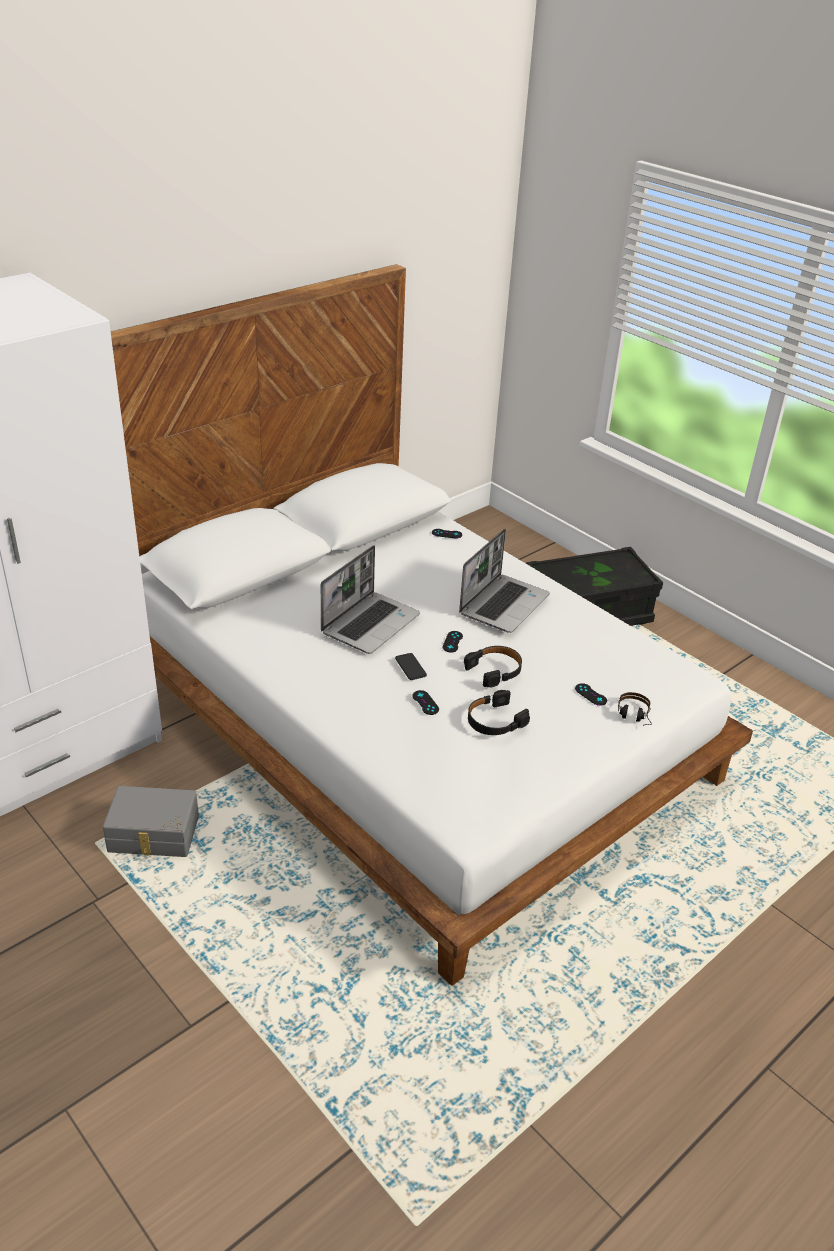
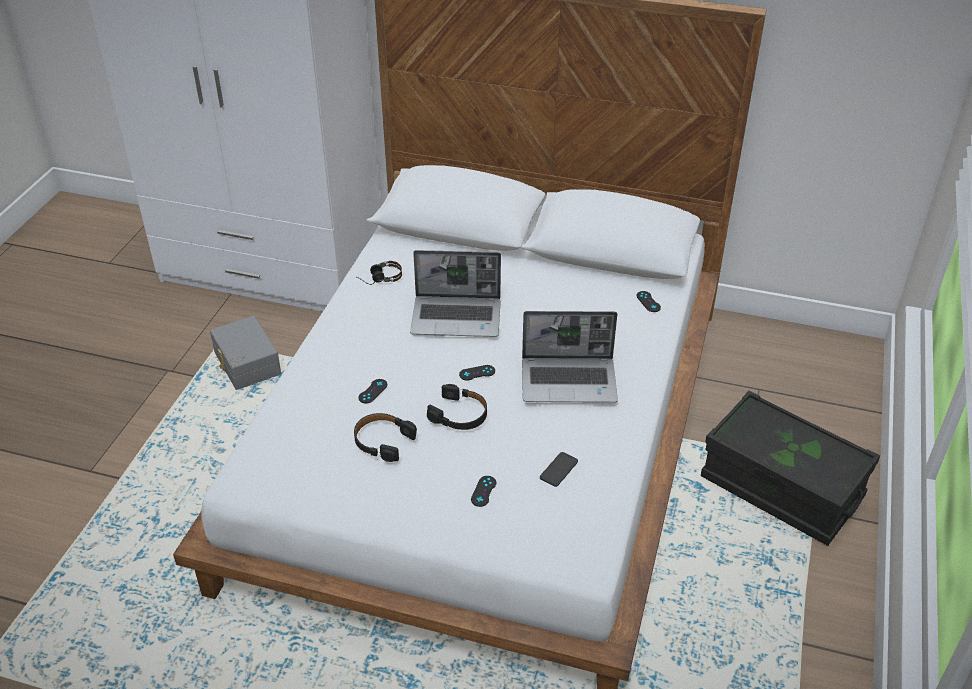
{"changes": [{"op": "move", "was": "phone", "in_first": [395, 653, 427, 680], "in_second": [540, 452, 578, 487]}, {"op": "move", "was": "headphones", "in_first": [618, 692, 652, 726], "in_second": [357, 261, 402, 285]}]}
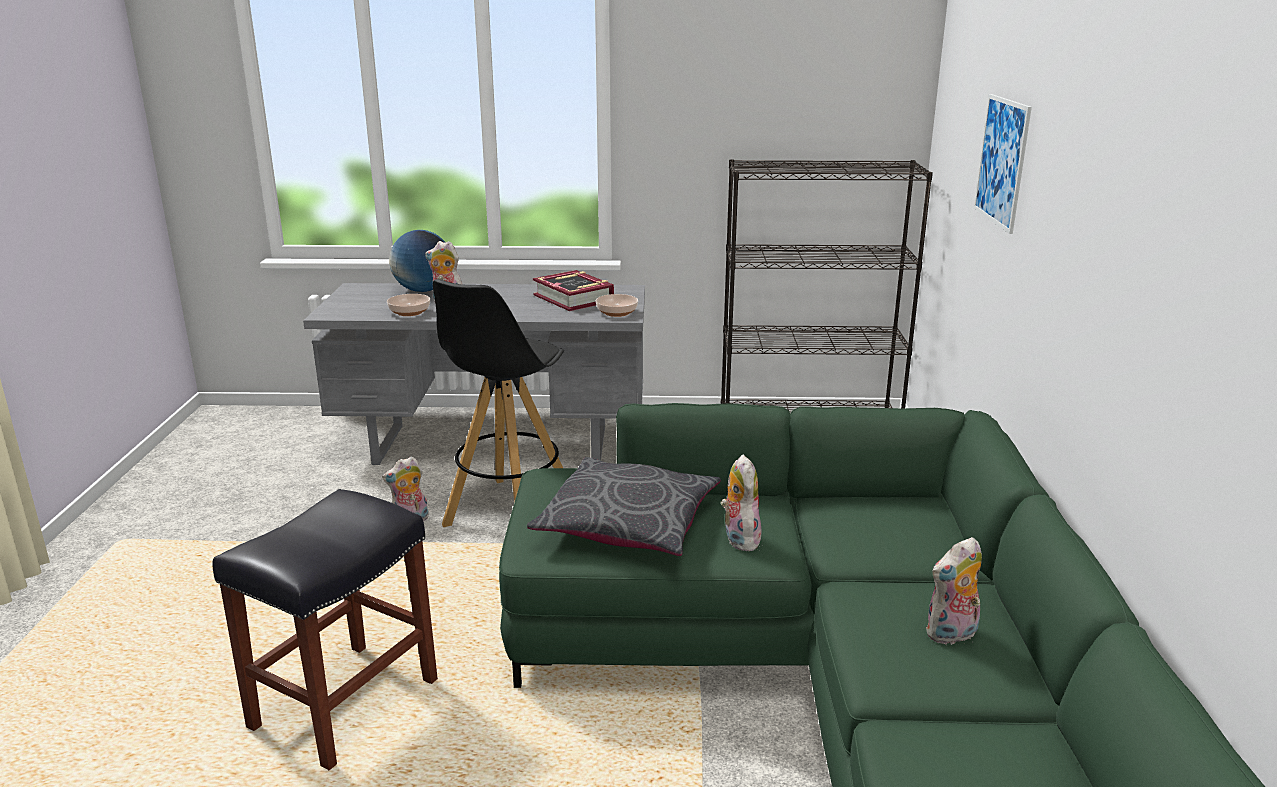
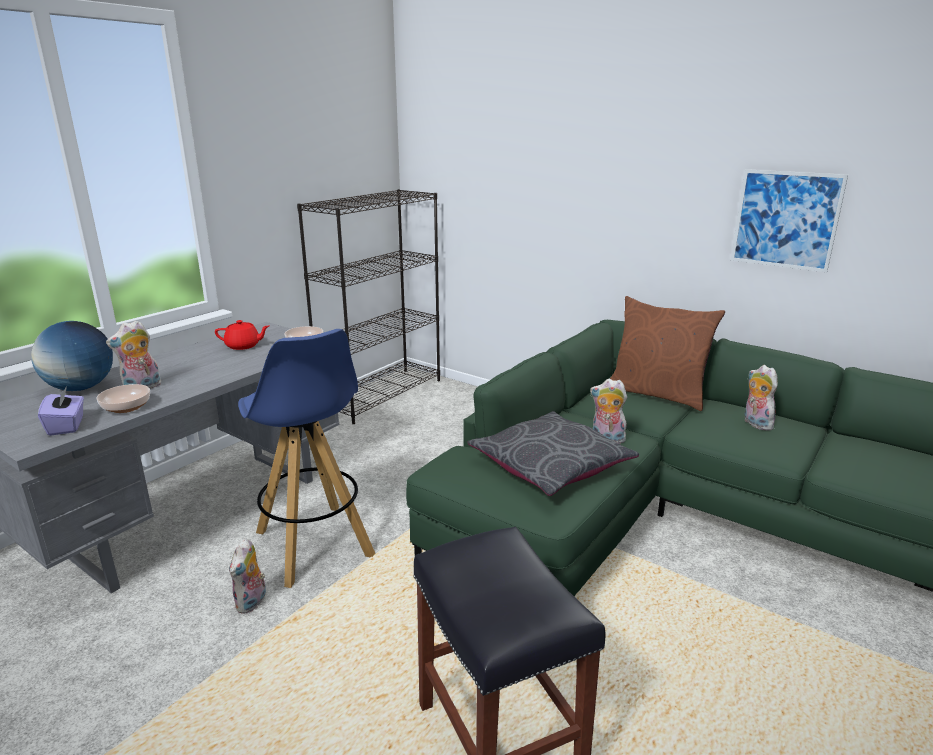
{"changes": [{"op": "move", "was": "picture", "in_first": [973, 94, 1032, 234], "in_second": [731, 169, 848, 272]}, {"op": "replace", "was": "book", "now": "red teapot", "in_first": [533, 270, 614, 311], "in_second": [215, 320, 269, 350]}, {"op": "recolor", "was": "black stool", "now": "blue stool", "in_first": [433, 279, 564, 527], "in_second": [238, 329, 375, 588]}, {"op": "rotate", "was": "plush toy", "in_first": [926, 537, 982, 645], "in_second": [745, 365, 778, 430], "clockwise": 150}, {"op": "insert", "now": "brown pillow", "in_second": [610, 296, 725, 411]}, {"op": "insert", "now": "purple tissue box", "in_second": [38, 386, 84, 436]}]}
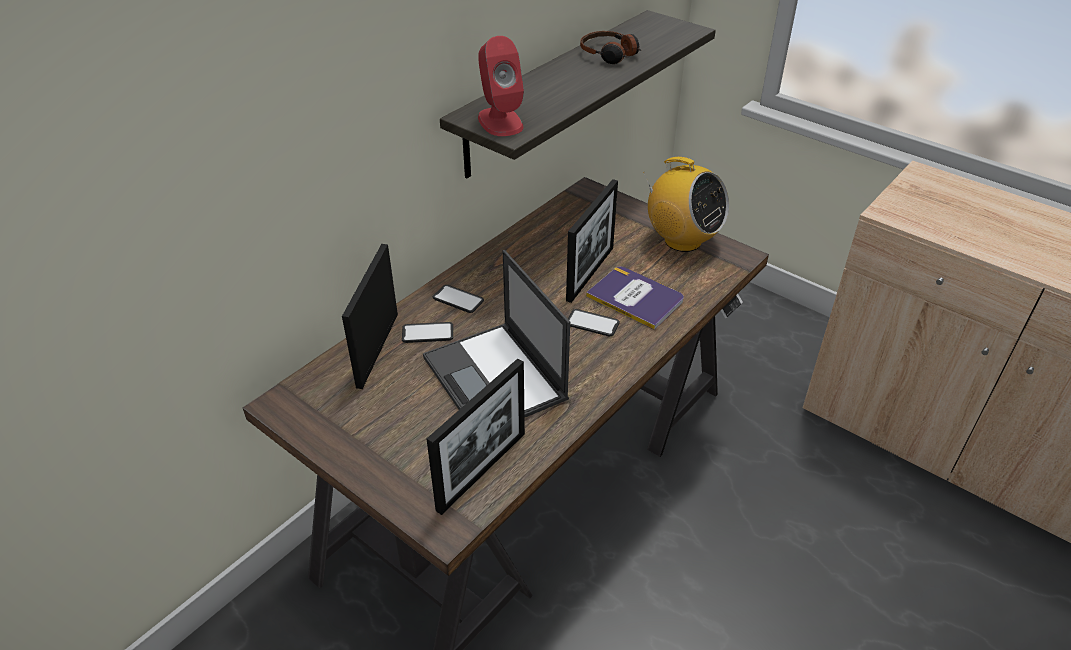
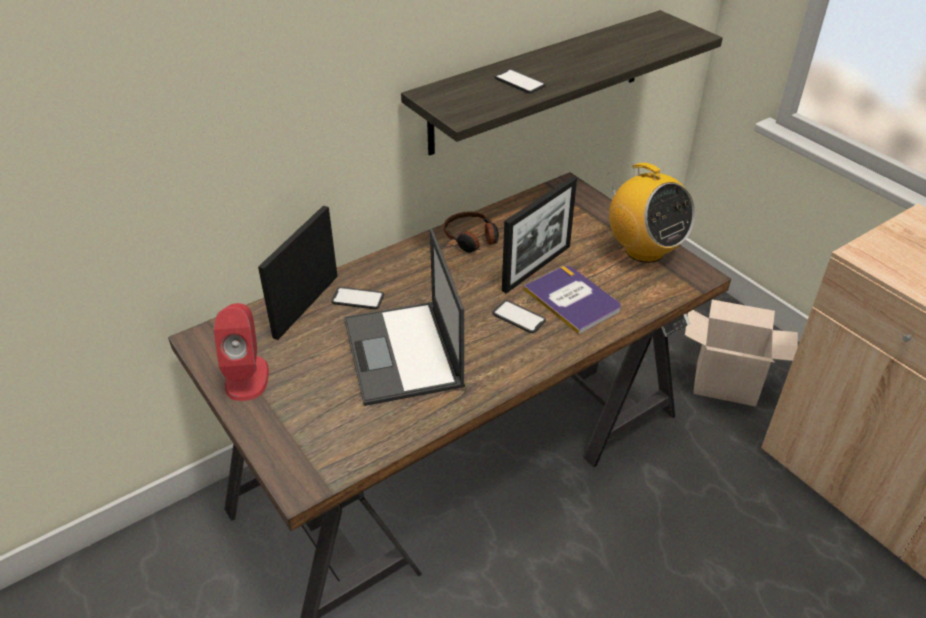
{"changes": [{"op": "move", "was": "headphones", "in_first": [580, 31, 641, 64], "in_second": [444, 211, 499, 253]}, {"op": "move", "was": "red speaker", "in_first": [478, 36, 524, 136], "in_second": [213, 303, 269, 401]}, {"op": "move", "was": "phone", "in_first": [433, 285, 484, 313], "in_second": [495, 69, 546, 93]}, {"op": "delete", "was": "picture frame", "in_first": [427, 359, 525, 515]}, {"op": "insert", "now": "cardboard box", "in_second": [685, 300, 798, 406]}]}
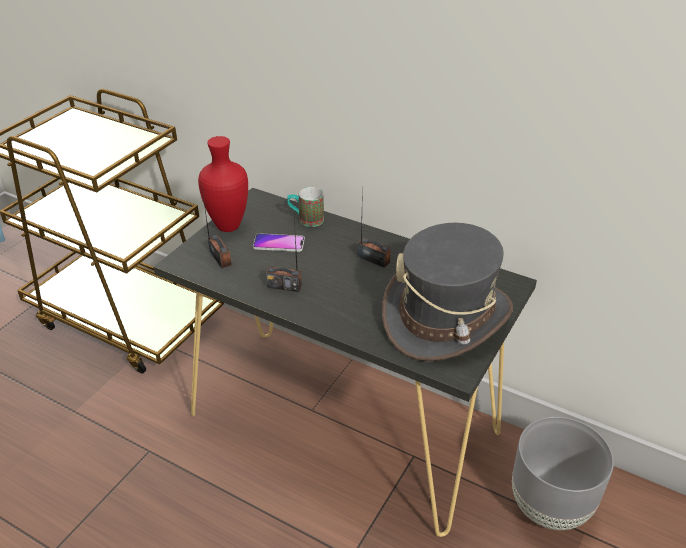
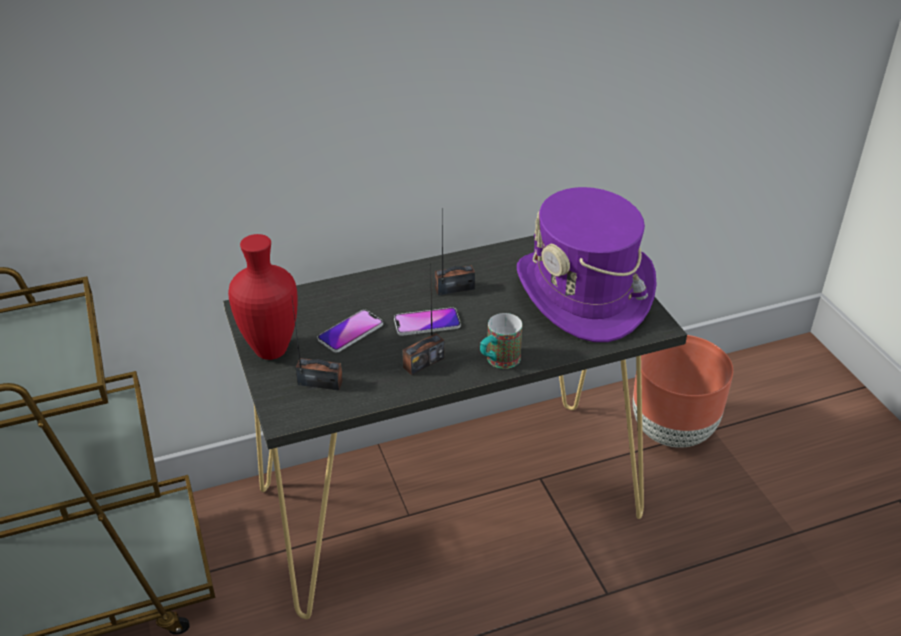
{"changes": [{"op": "move", "was": "mug", "in_first": [287, 187, 324, 227], "in_second": [480, 313, 522, 369]}, {"op": "recolor", "was": "grey hat", "now": "purple hat", "in_first": [382, 223, 513, 361], "in_second": [517, 187, 657, 342]}, {"op": "recolor", "was": "grey planter", "now": "brown planter", "in_first": [512, 416, 614, 530], "in_second": [633, 335, 733, 448]}, {"op": "insert", "now": "phone", "in_second": [394, 307, 461, 336]}]}
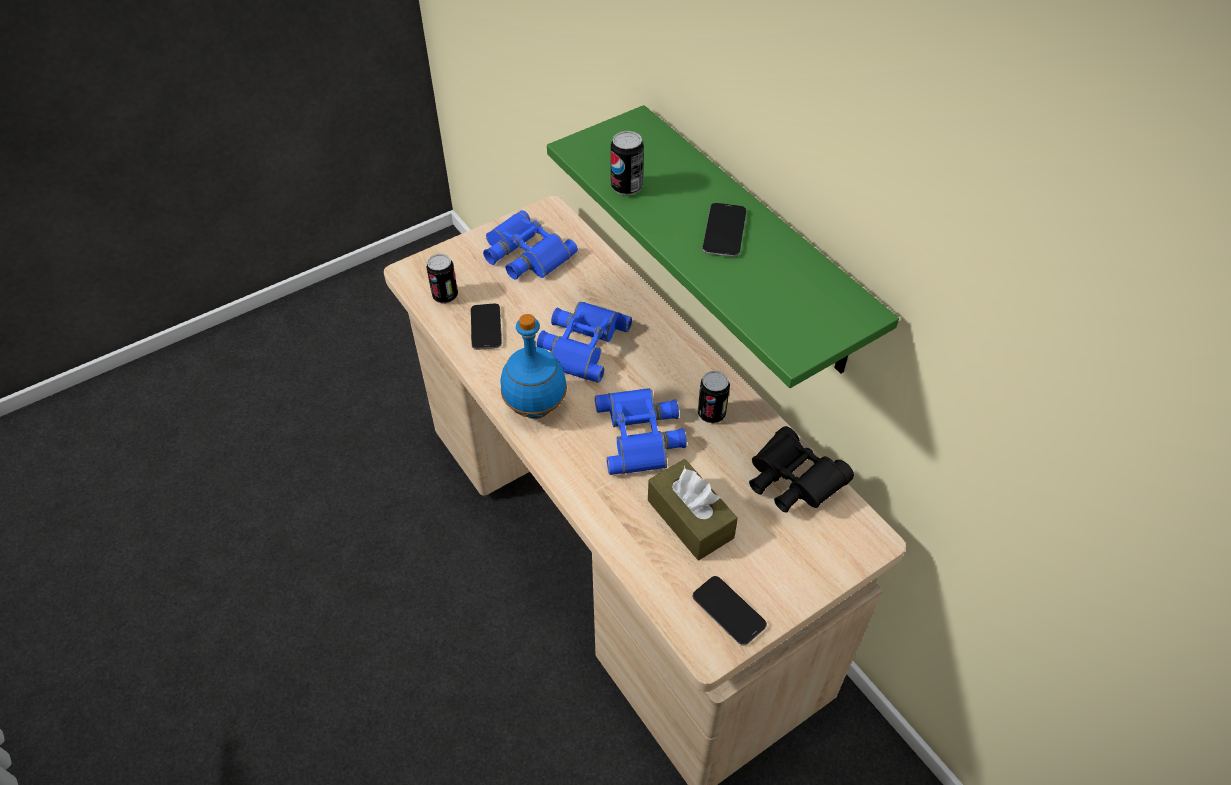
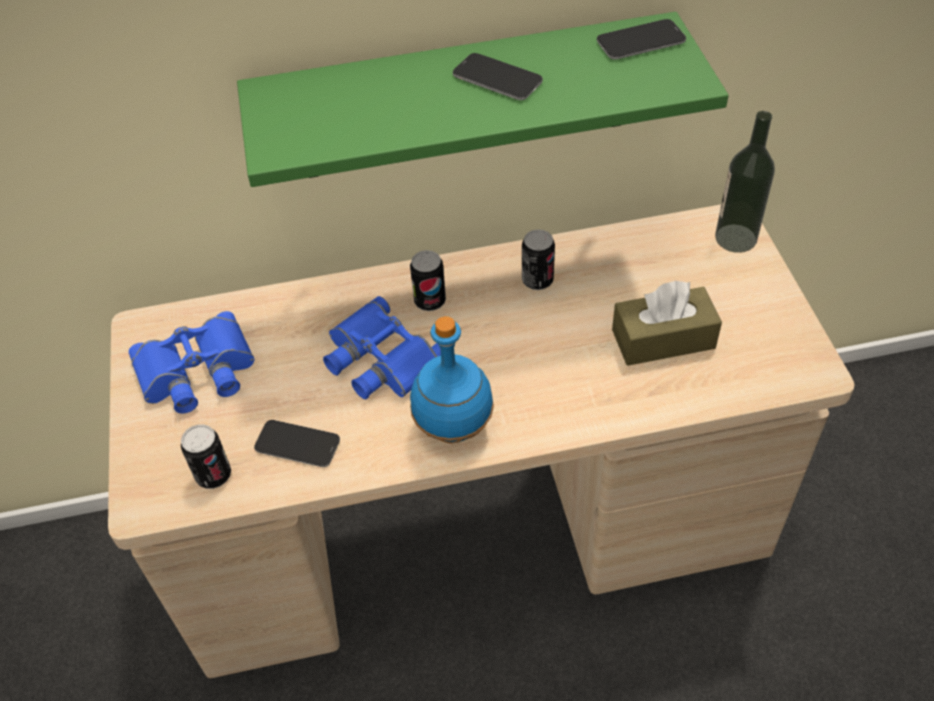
{"changes": [{"op": "move", "was": "can", "in_first": [611, 131, 644, 196], "in_second": [410, 250, 446, 311]}, {"op": "delete", "was": "blue binoculars", "in_first": [595, 388, 687, 475]}, {"op": "delete", "was": "black binoculars", "in_first": [749, 426, 854, 513]}, {"op": "move", "was": "phone", "in_first": [692, 576, 767, 645], "in_second": [597, 19, 686, 60]}, {"op": "insert", "now": "bottle", "in_second": [715, 111, 775, 253]}]}
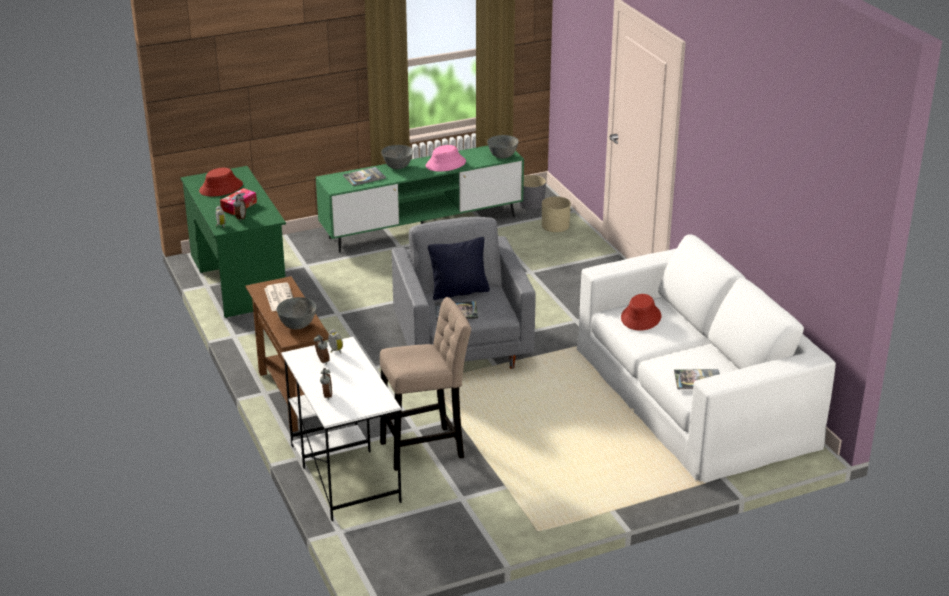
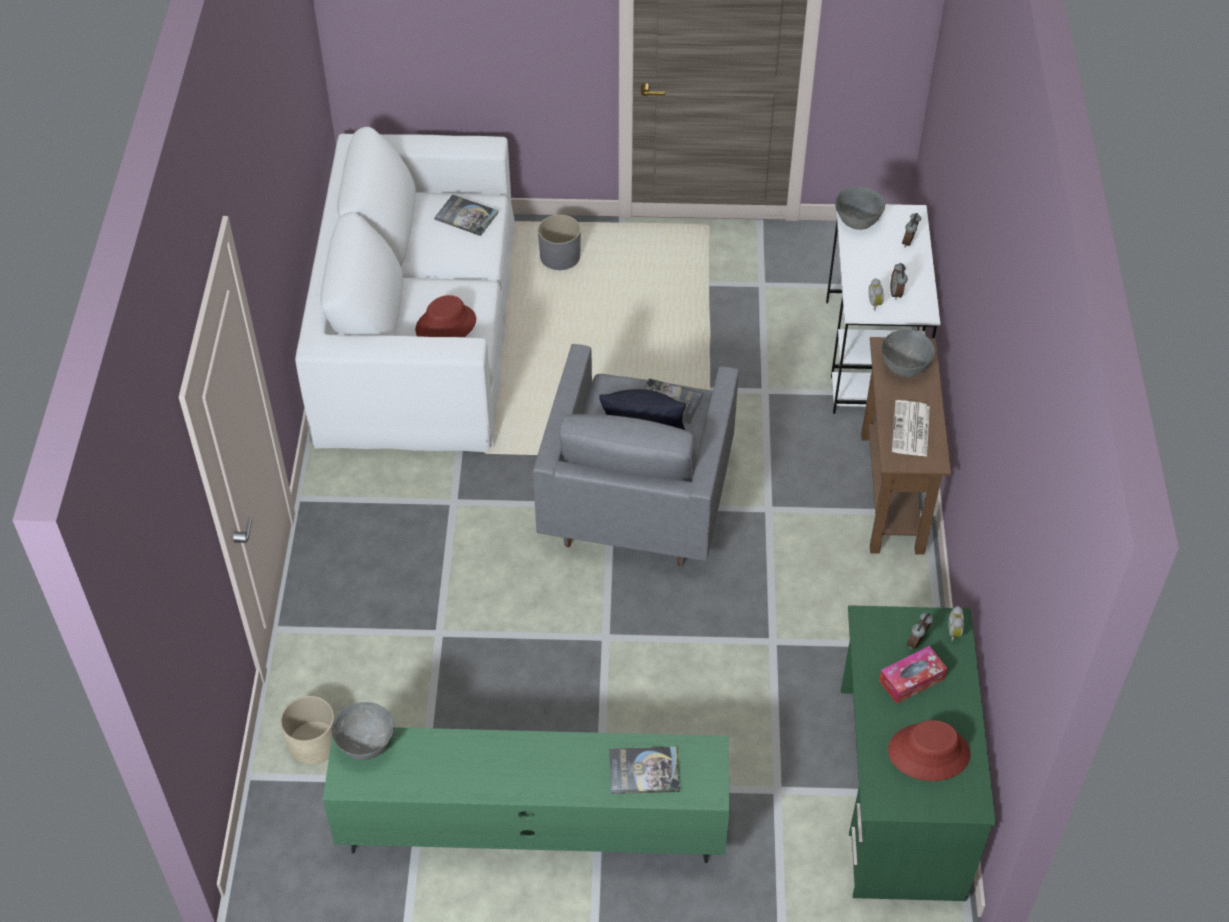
{"changes": [{"op": "move", "was": "grey bowl", "in_first": [381, 145, 413, 169], "in_second": [835, 187, 885, 230]}, {"op": "delete", "was": "pink hat", "in_first": [426, 145, 466, 172]}, {"op": "move", "was": "grey planter", "in_first": [518, 175, 546, 210], "in_second": [538, 214, 581, 270]}, {"op": "delete", "was": "beige stool", "in_first": [380, 297, 471, 471]}]}
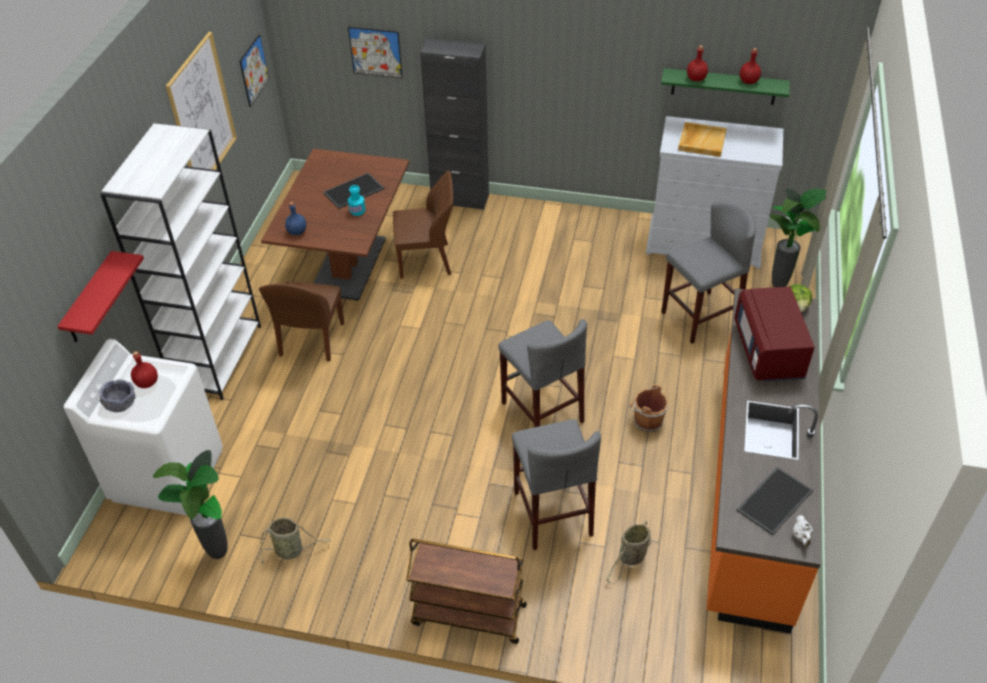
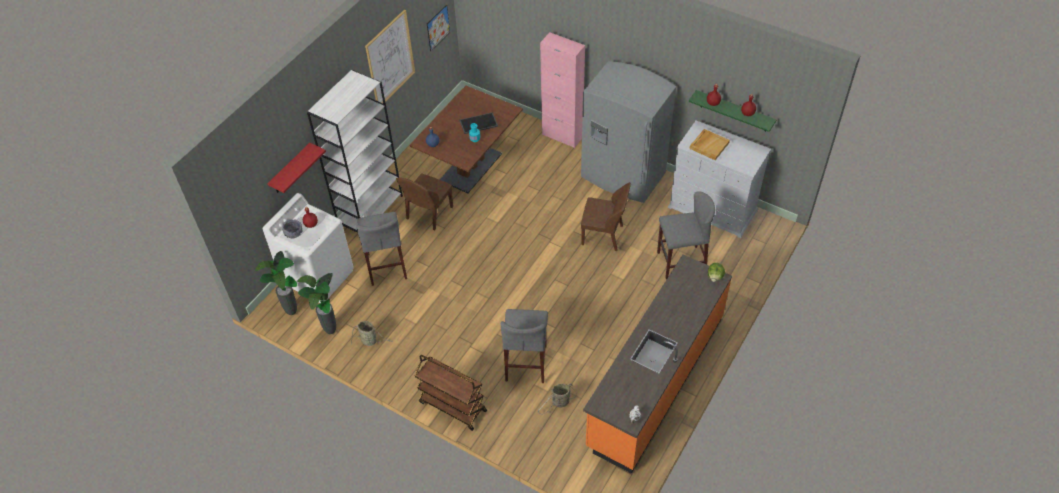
{"changes": [{"op": "delete", "was": "picture", "in_first": [348, 27, 403, 78]}, {"op": "recolor", "was": "black cabinet", "now": "pink cabinet", "in_first": [420, 38, 489, 210], "in_second": [540, 32, 585, 148]}, {"op": "move", "was": "brown chair", "in_first": [393, 171, 453, 279], "in_second": [581, 182, 631, 251]}, {"op": "move", "was": "potted plant", "in_first": [769, 188, 826, 287], "in_second": [255, 251, 297, 315]}, {"op": "delete", "was": "red microwave", "in_first": [734, 287, 815, 381]}, {"op": "move", "was": "grey stool", "in_first": [498, 319, 587, 427], "in_second": [356, 212, 407, 286]}, {"op": "delete", "was": "brown bucket", "in_first": [629, 384, 668, 432]}, {"op": "delete", "was": "tray", "in_first": [736, 467, 813, 535]}, {"op": "insert", "now": "grey fridge", "in_second": [581, 61, 676, 203]}]}
